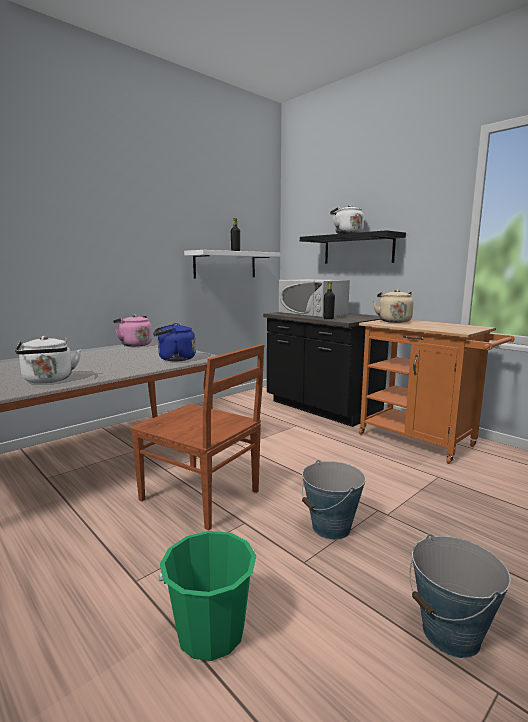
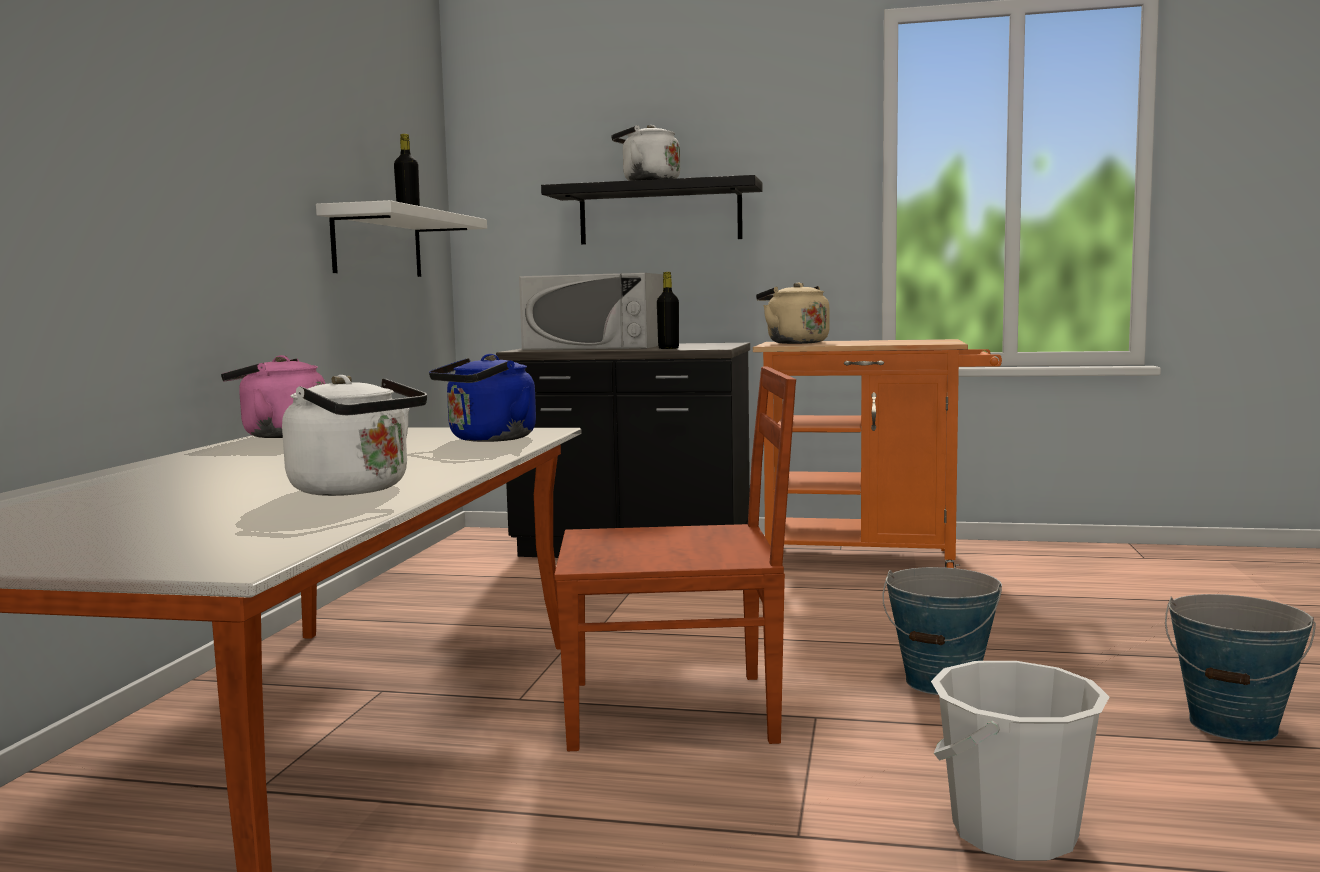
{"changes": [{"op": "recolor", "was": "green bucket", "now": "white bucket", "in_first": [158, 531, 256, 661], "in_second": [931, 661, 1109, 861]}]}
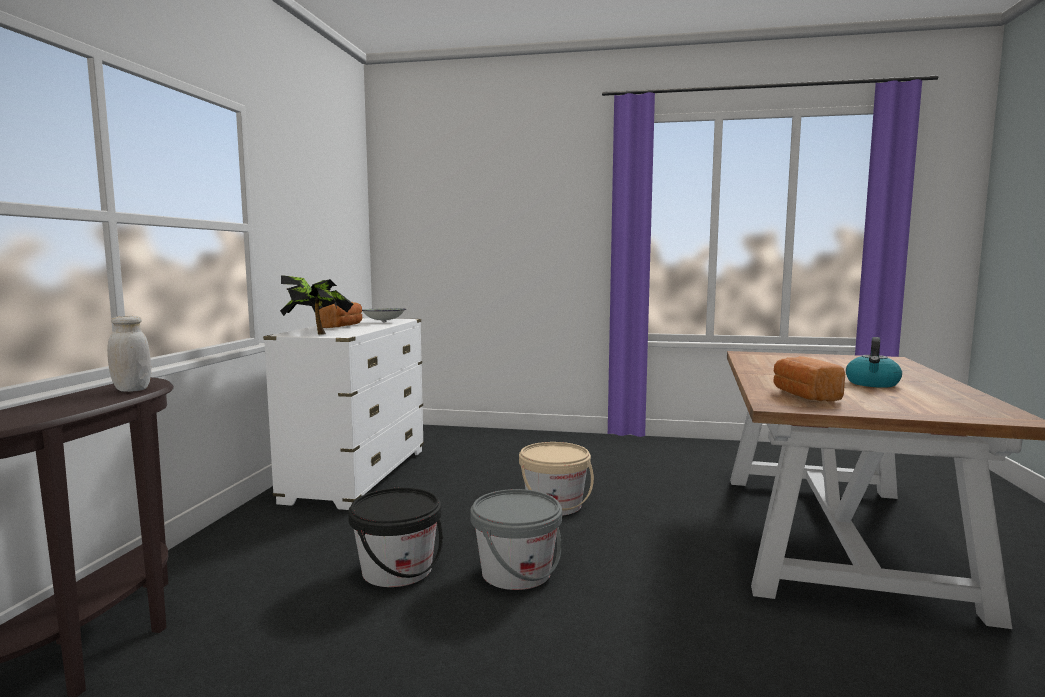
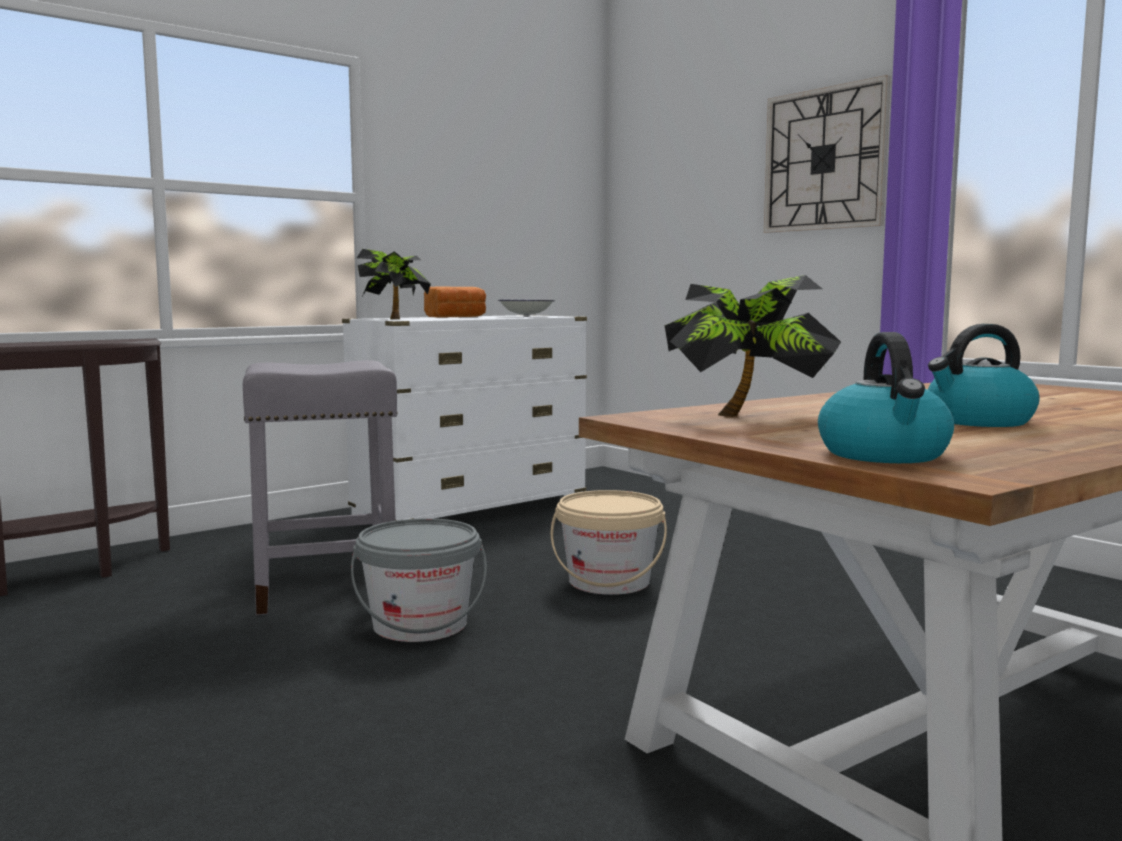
{"changes": [{"op": "delete", "was": "white jar", "in_first": [107, 316, 151, 392]}, {"op": "replace", "was": "bread", "now": "potted plant", "in_first": [773, 356, 845, 402], "in_second": [665, 275, 841, 417]}, {"op": "replace", "was": "black bucket", "now": "grey stool", "in_first": [348, 488, 443, 587], "in_second": [243, 360, 397, 615]}, {"op": "insert", "now": "wall clock", "in_second": [764, 75, 891, 233]}, {"op": "insert", "now": "kettle", "in_second": [818, 332, 954, 463]}]}
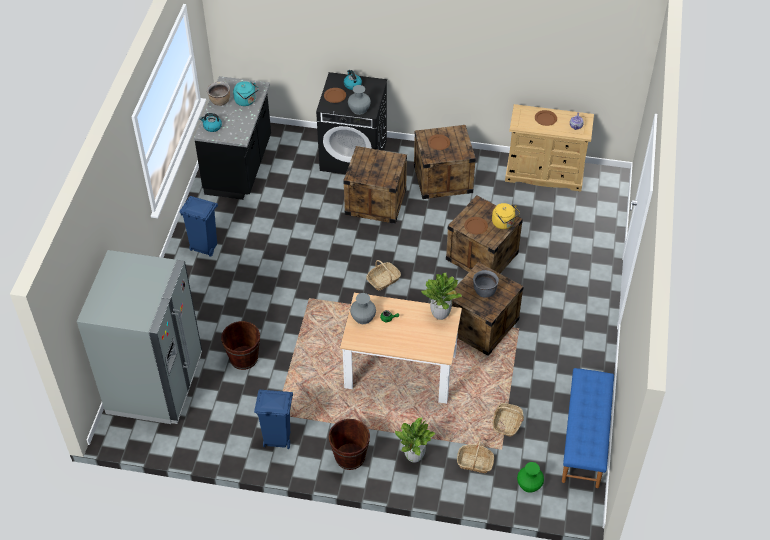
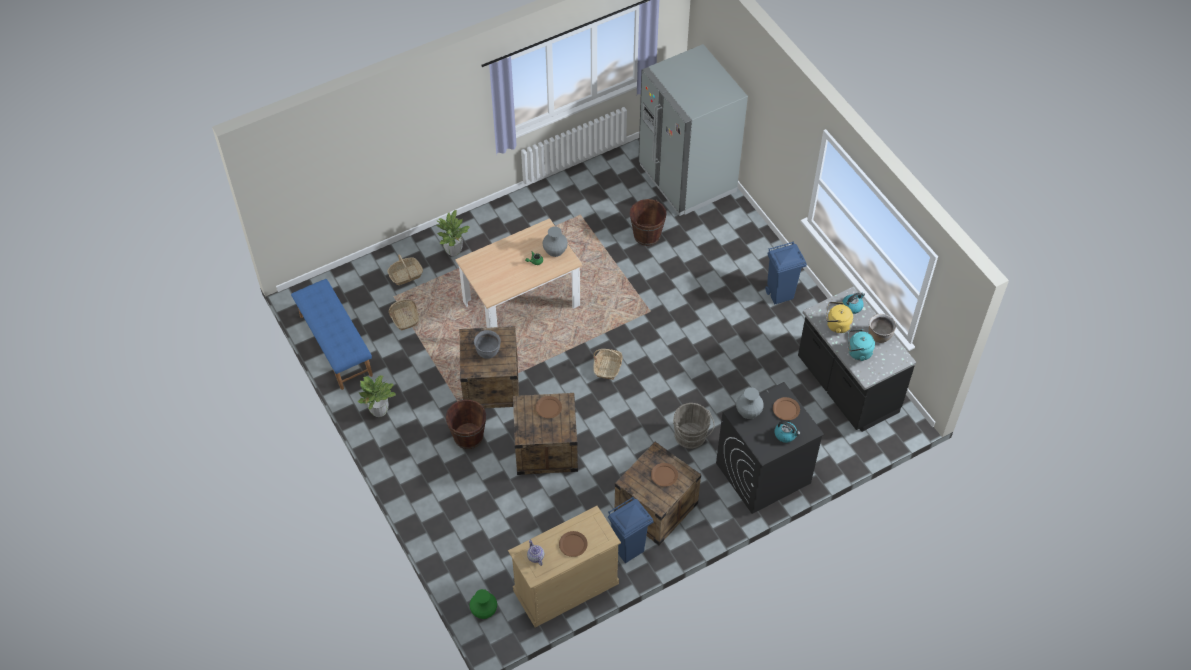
{"changes": [{"op": "replace", "was": "crate", "now": "grey bucket", "in_first": [343, 146, 407, 224], "in_second": [673, 403, 715, 449]}, {"op": "move", "was": "yellow kettle", "in_first": [492, 203, 520, 229], "in_second": [826, 302, 853, 333]}, {"op": "move", "was": "potted plant", "in_first": [421, 273, 462, 320], "in_second": [357, 375, 396, 417]}, {"op": "move", "was": "blue trash can", "in_first": [254, 390, 293, 449], "in_second": [608, 497, 654, 563]}, {"op": "move", "was": "brown bucket", "in_first": [328, 419, 370, 470], "in_second": [446, 400, 486, 449]}, {"op": "move", "was": "green vase", "in_first": [517, 462, 544, 493], "in_second": [470, 589, 497, 619]}]}
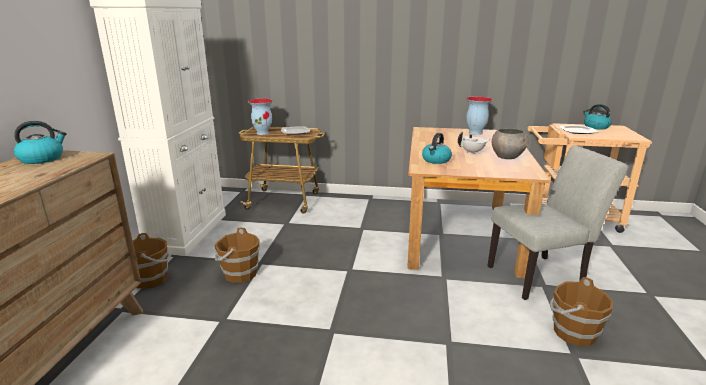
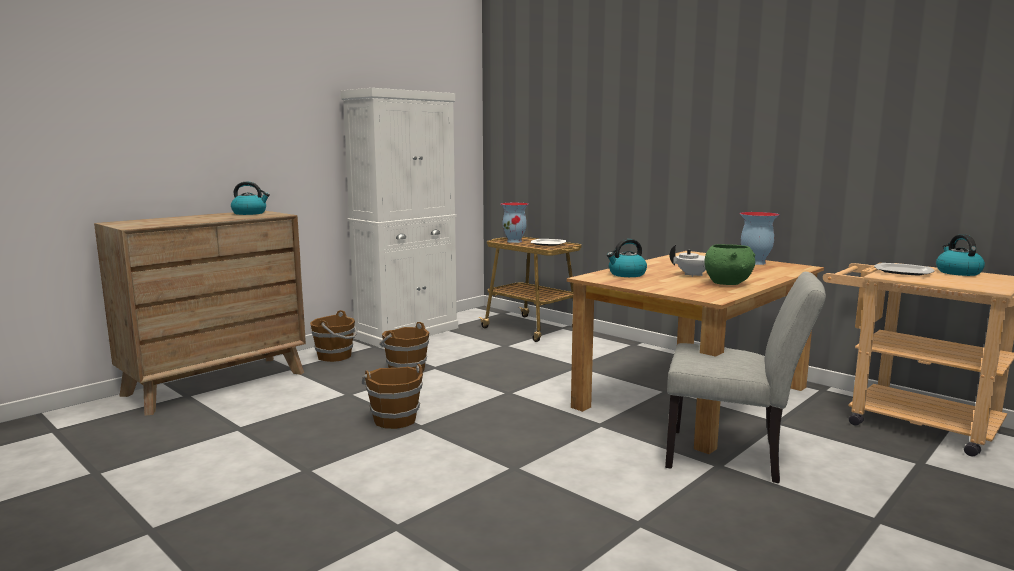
{"changes": [{"op": "recolor", "was": "grey bowl", "now": "green bowl", "in_first": [492, 128, 528, 159], "in_second": [705, 244, 755, 285]}, {"op": "move", "was": "brown bucket", "in_first": [550, 277, 613, 346], "in_second": [362, 364, 423, 429]}]}
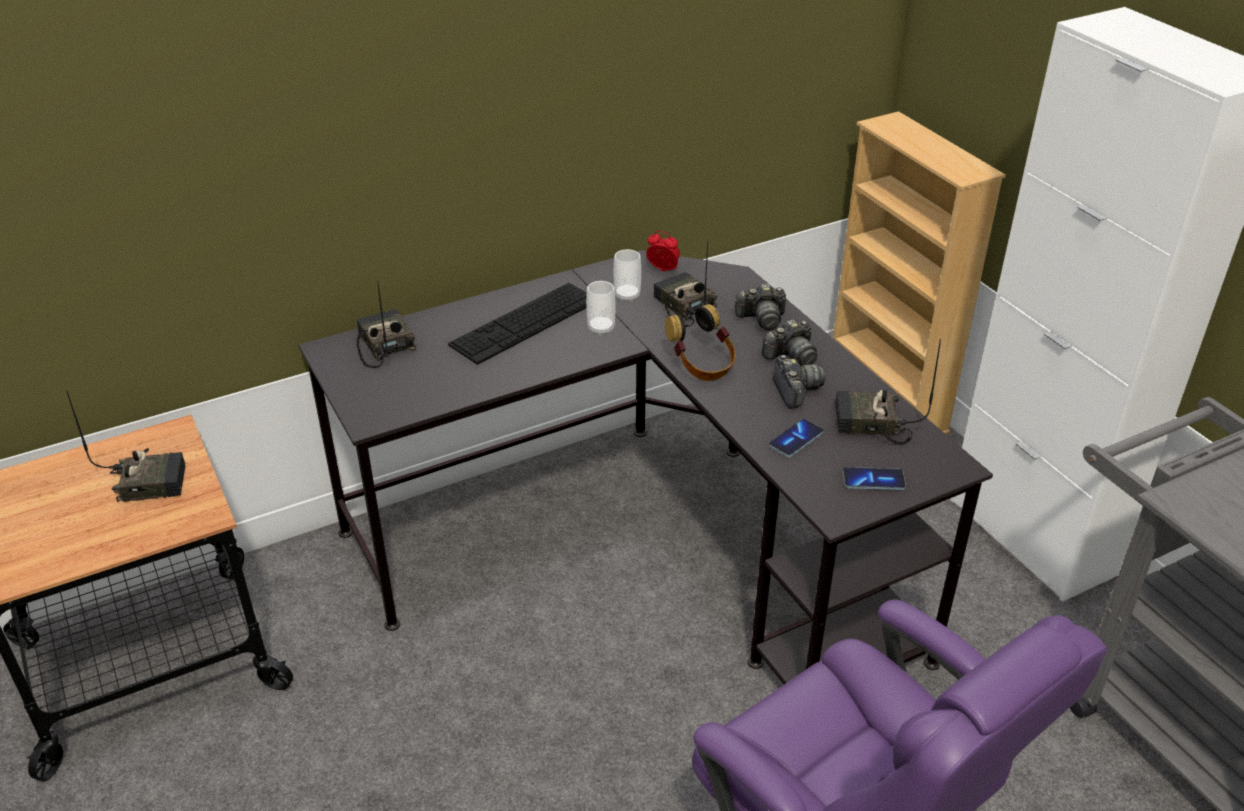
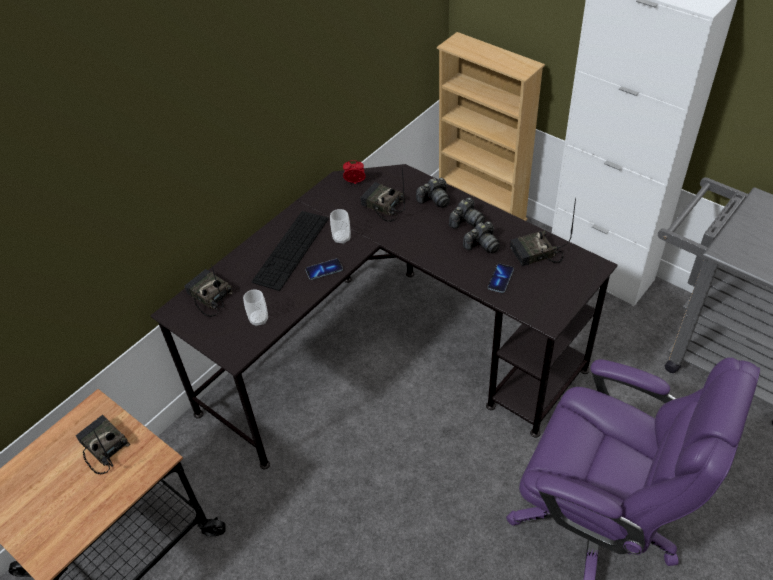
{"changes": [{"op": "move", "was": "cup", "in_first": [614, 249, 641, 302], "in_second": [243, 289, 268, 326]}, {"op": "delete", "was": "headphones", "in_first": [665, 304, 736, 381]}, {"op": "rotate", "was": "photo camera", "in_first": [773, 355, 825, 409], "in_second": [463, 221, 500, 254], "clockwise": 90}, {"op": "rotate", "was": "radio", "in_first": [66, 390, 186, 502], "in_second": [76, 415, 130, 475], "clockwise": -105}, {"op": "move", "was": "phone", "in_first": [843, 467, 906, 490], "in_second": [306, 259, 343, 280]}]}
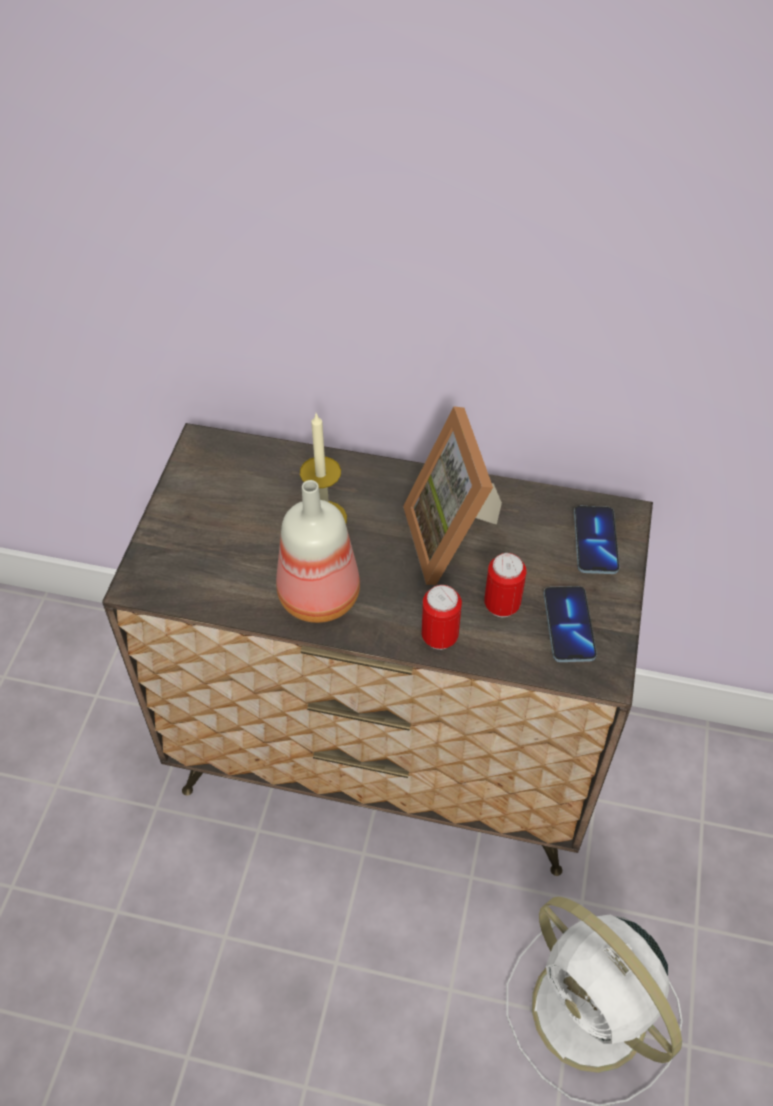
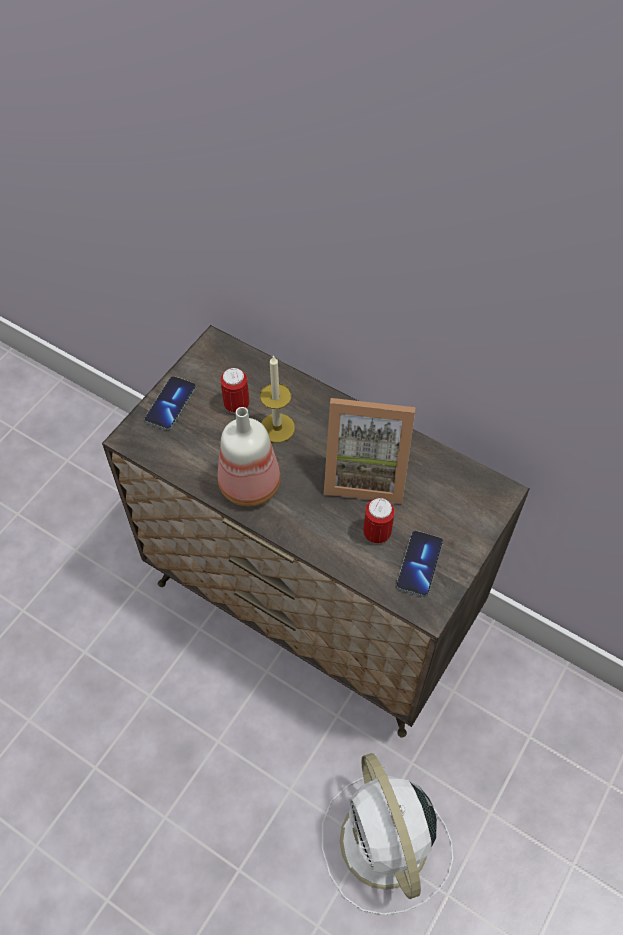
{"changes": [{"op": "rotate", "was": "picture frame", "in_first": [403, 406, 502, 585], "in_second": [324, 398, 415, 504], "clockwise": -90}, {"op": "move", "was": "phone", "in_first": [574, 506, 620, 574], "in_second": [145, 376, 196, 430]}, {"op": "move", "was": "can", "in_first": [421, 585, 462, 650], "in_second": [220, 367, 249, 414]}]}
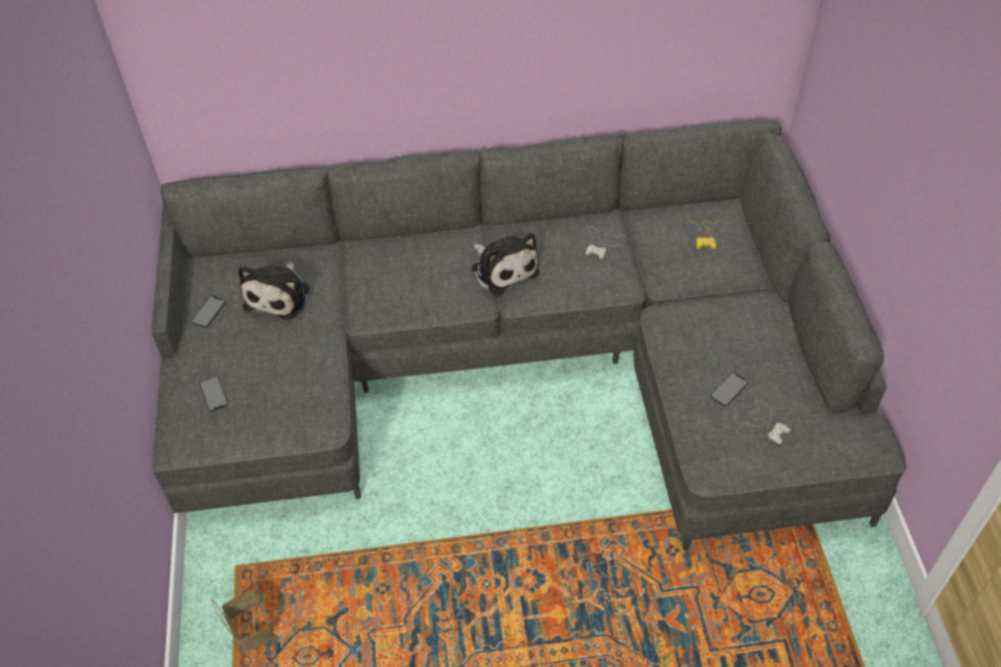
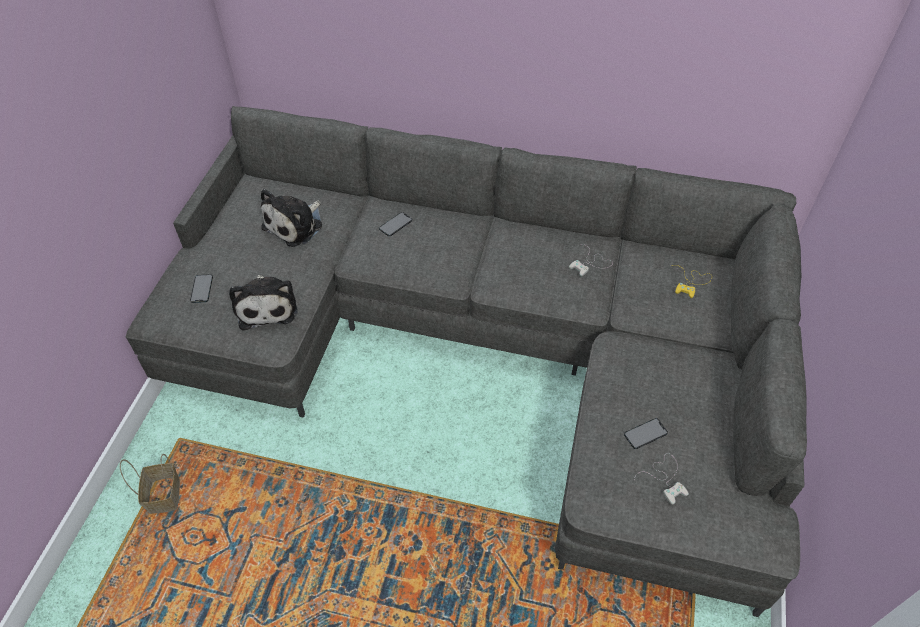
{"changes": [{"op": "move", "was": "plush toy", "in_first": [471, 233, 540, 296], "in_second": [229, 275, 298, 330]}, {"op": "move", "was": "phone", "in_first": [191, 296, 226, 328], "in_second": [379, 212, 412, 236]}]}
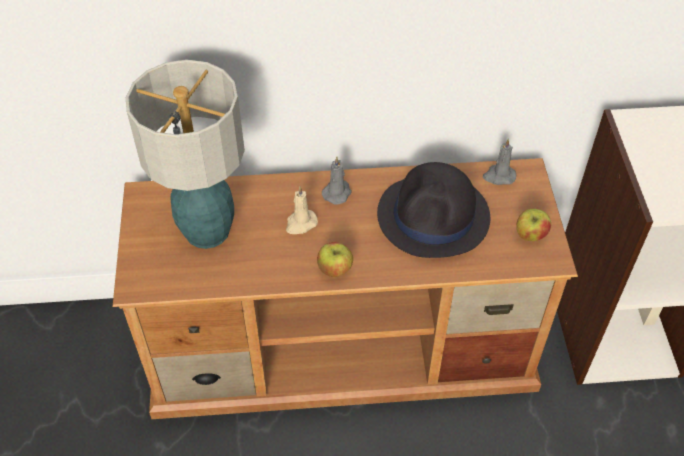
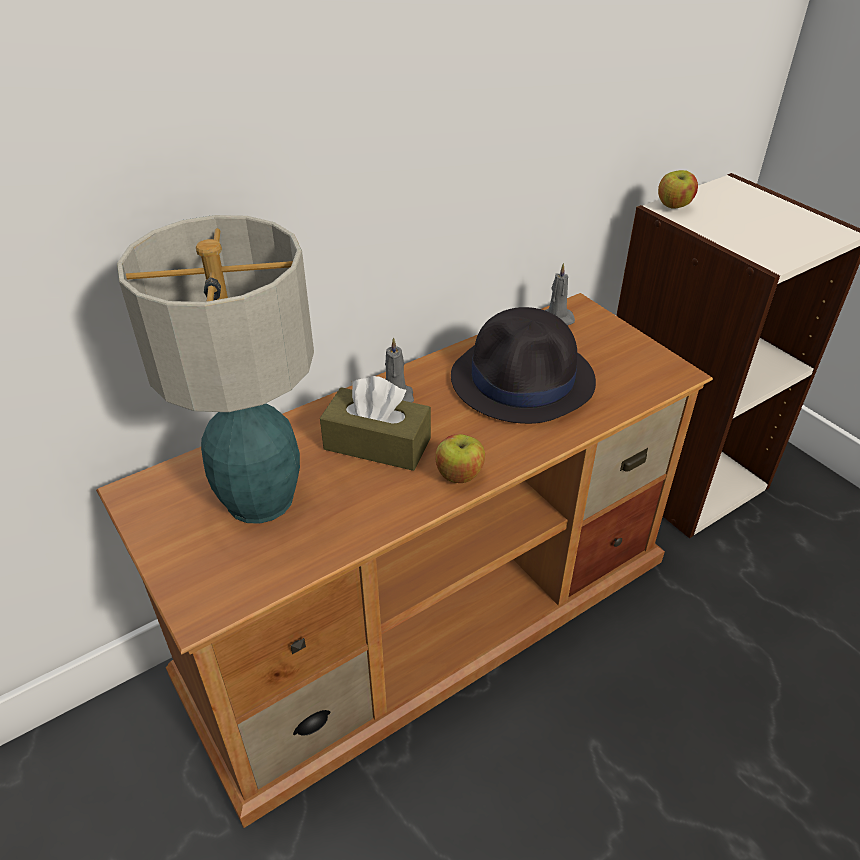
{"changes": [{"op": "replace", "was": "beige candle", "now": "brown tissue box", "in_first": [286, 186, 318, 234], "in_second": [320, 376, 431, 471]}, {"op": "move", "was": "apple", "in_first": [516, 209, 551, 241], "in_second": [658, 170, 698, 209]}]}
